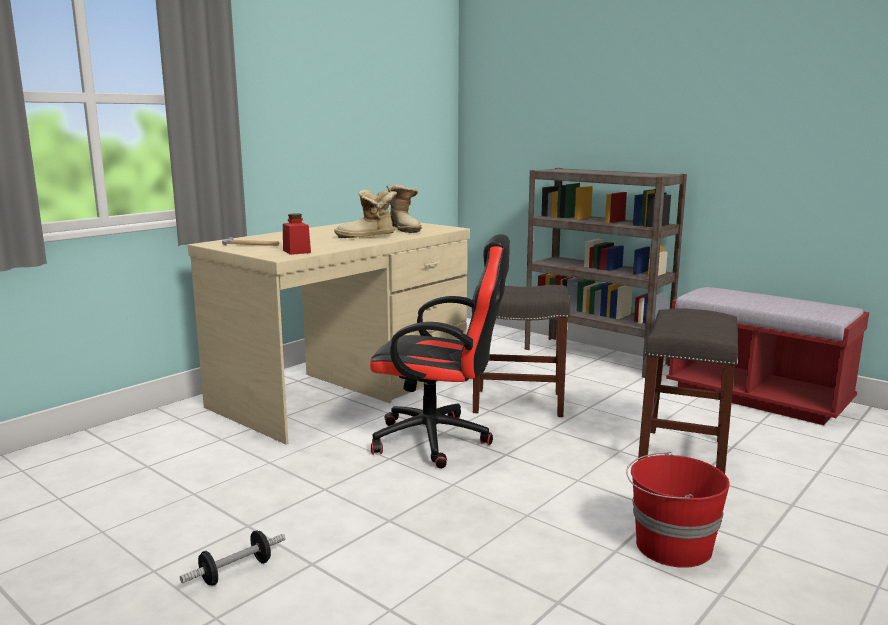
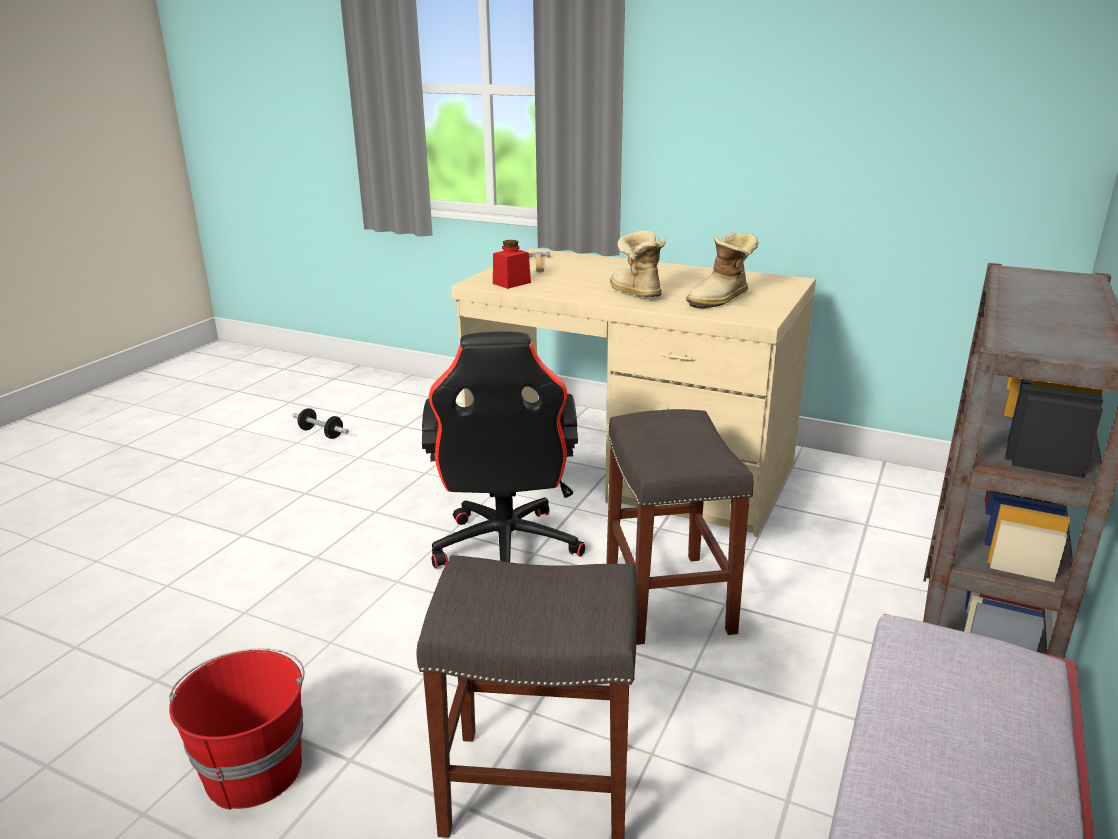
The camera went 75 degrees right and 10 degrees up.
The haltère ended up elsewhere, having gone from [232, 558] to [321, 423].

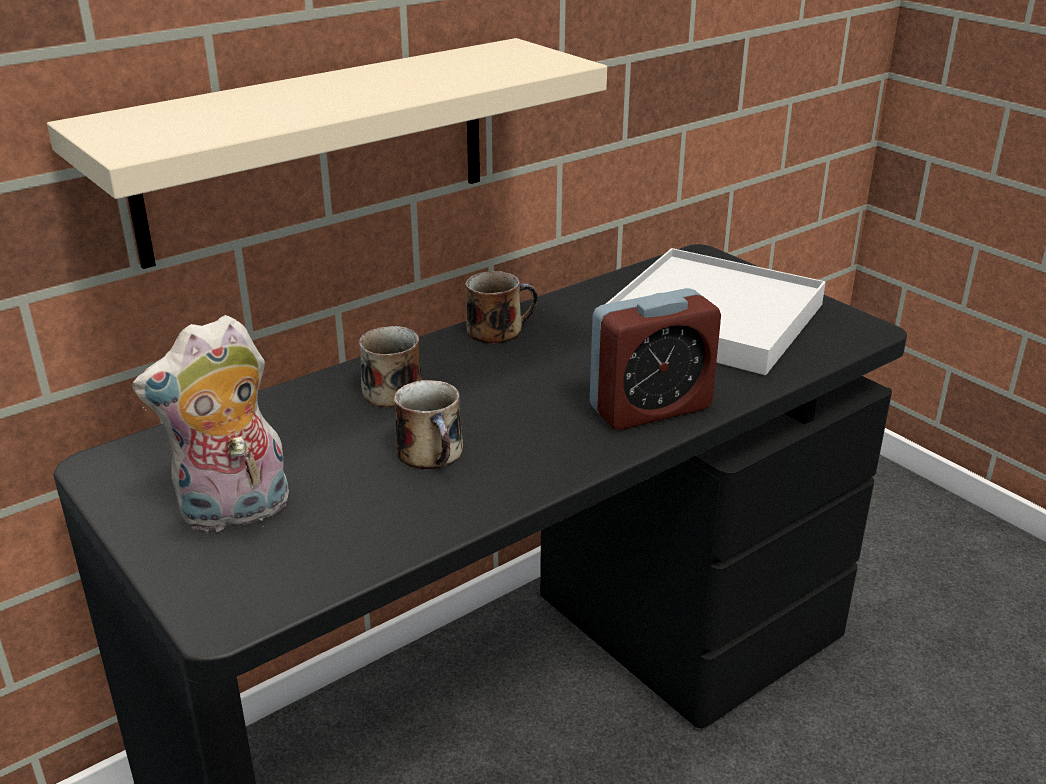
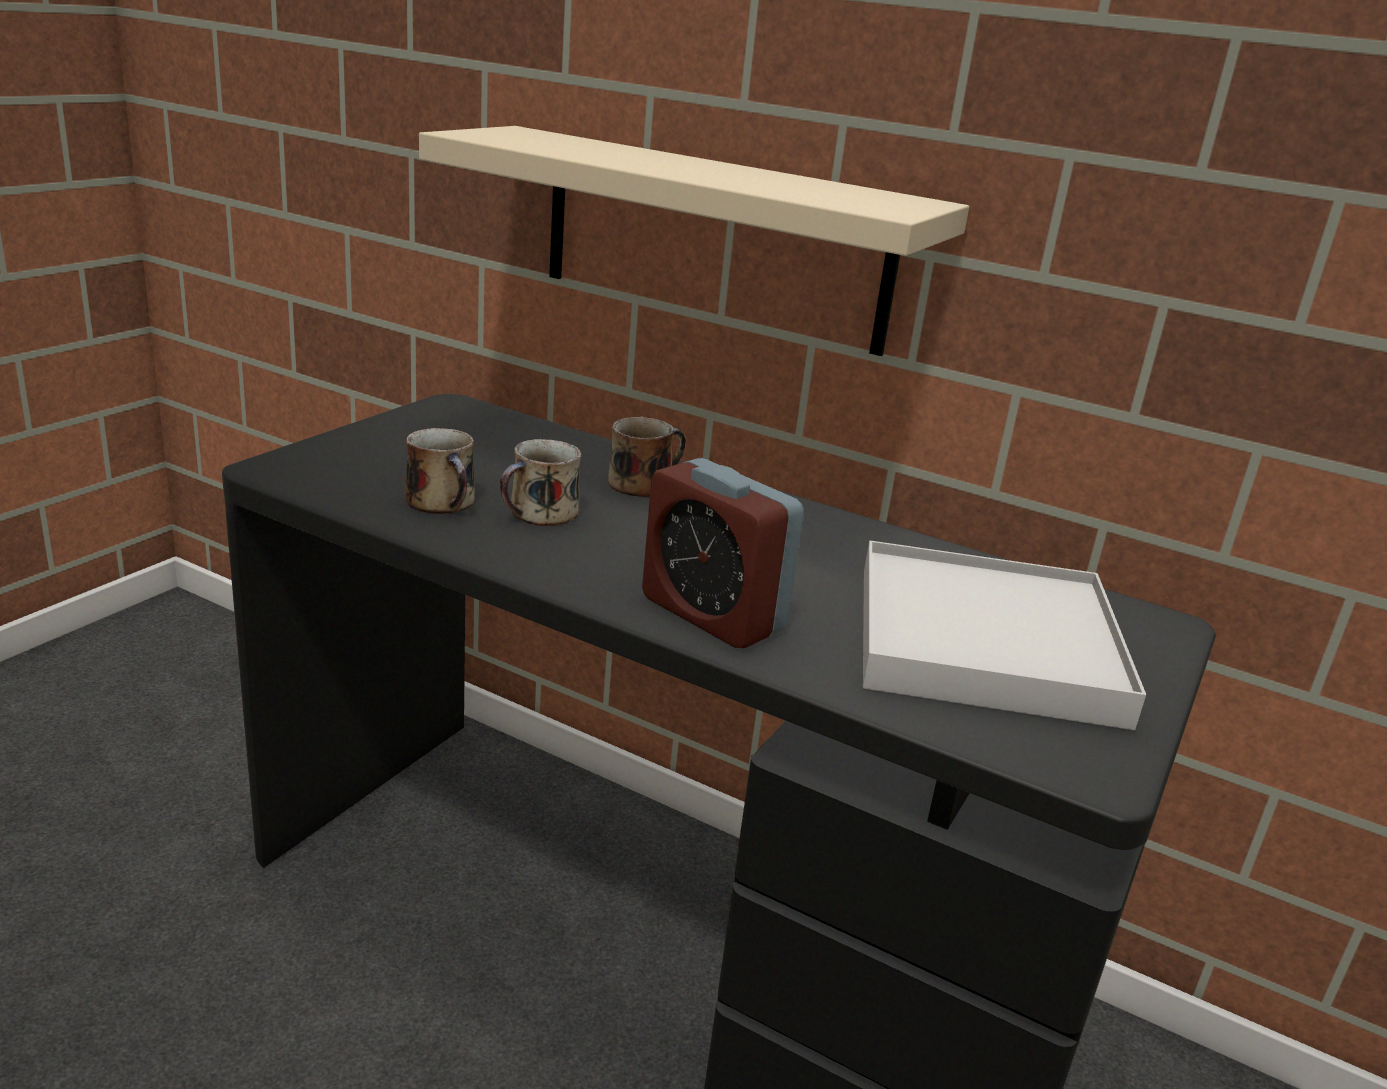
The camera went 65 degrees right and 5 degrees down.
The second view lost the peluche at [210, 424].
The mug ended up elsewhere, having gone from [502, 307] to [440, 471].

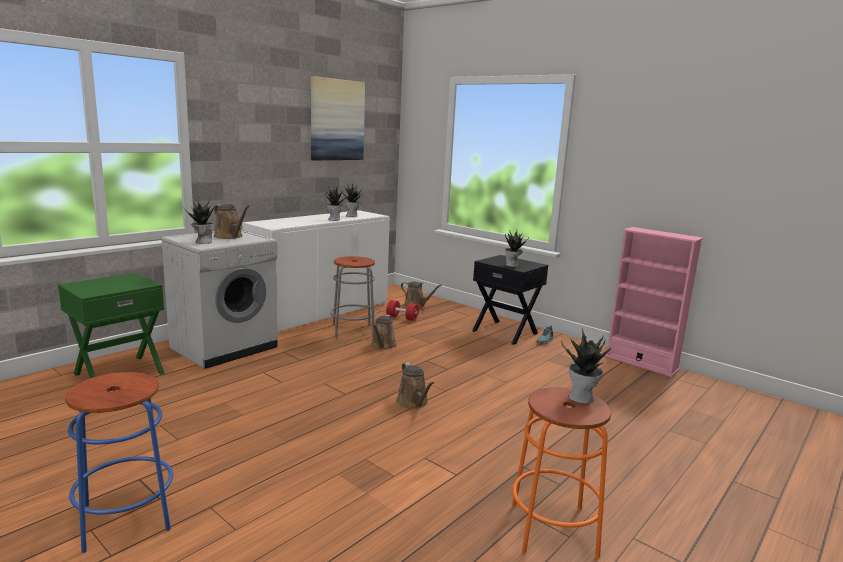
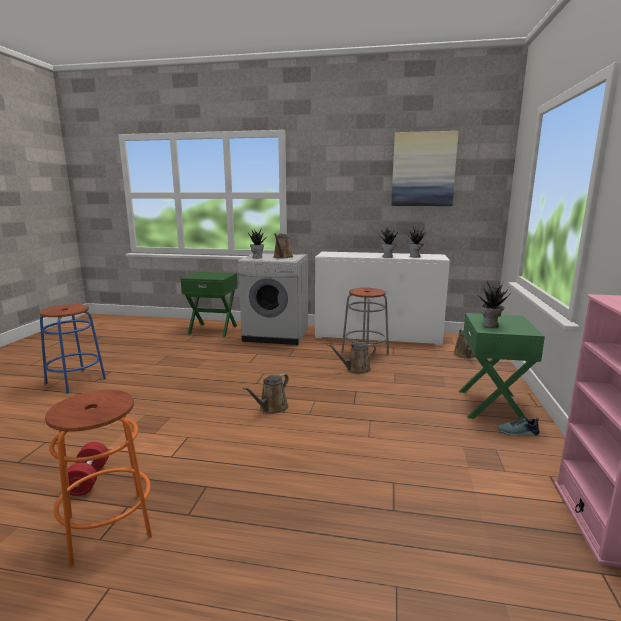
The camera went 60 degrees right and 0 degrees up.
The haltère/rouge ended up elsewhere, having gone from [402, 310] to [88, 469].
What was the table de chevet/noir at [510, 300] turned into the table de chevet/vert at [502, 366].
The second view lost the plante en pot at [586, 366].

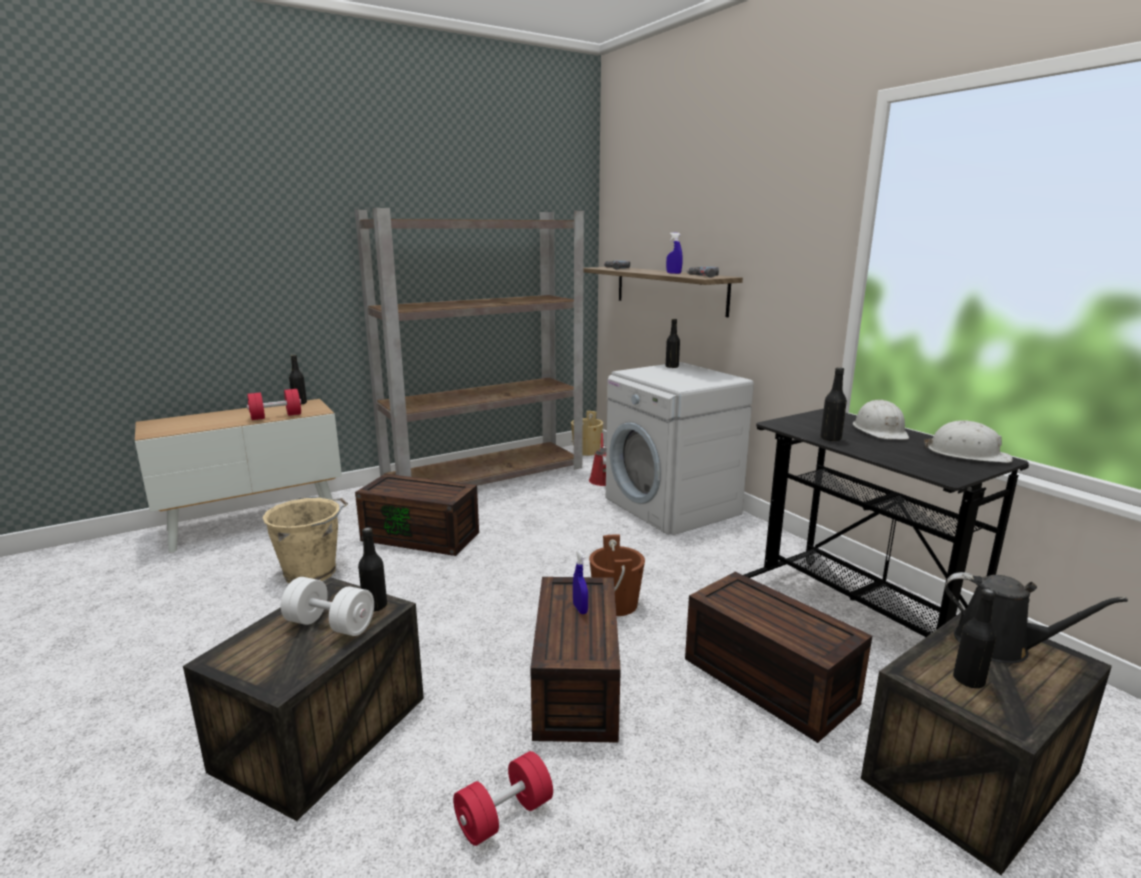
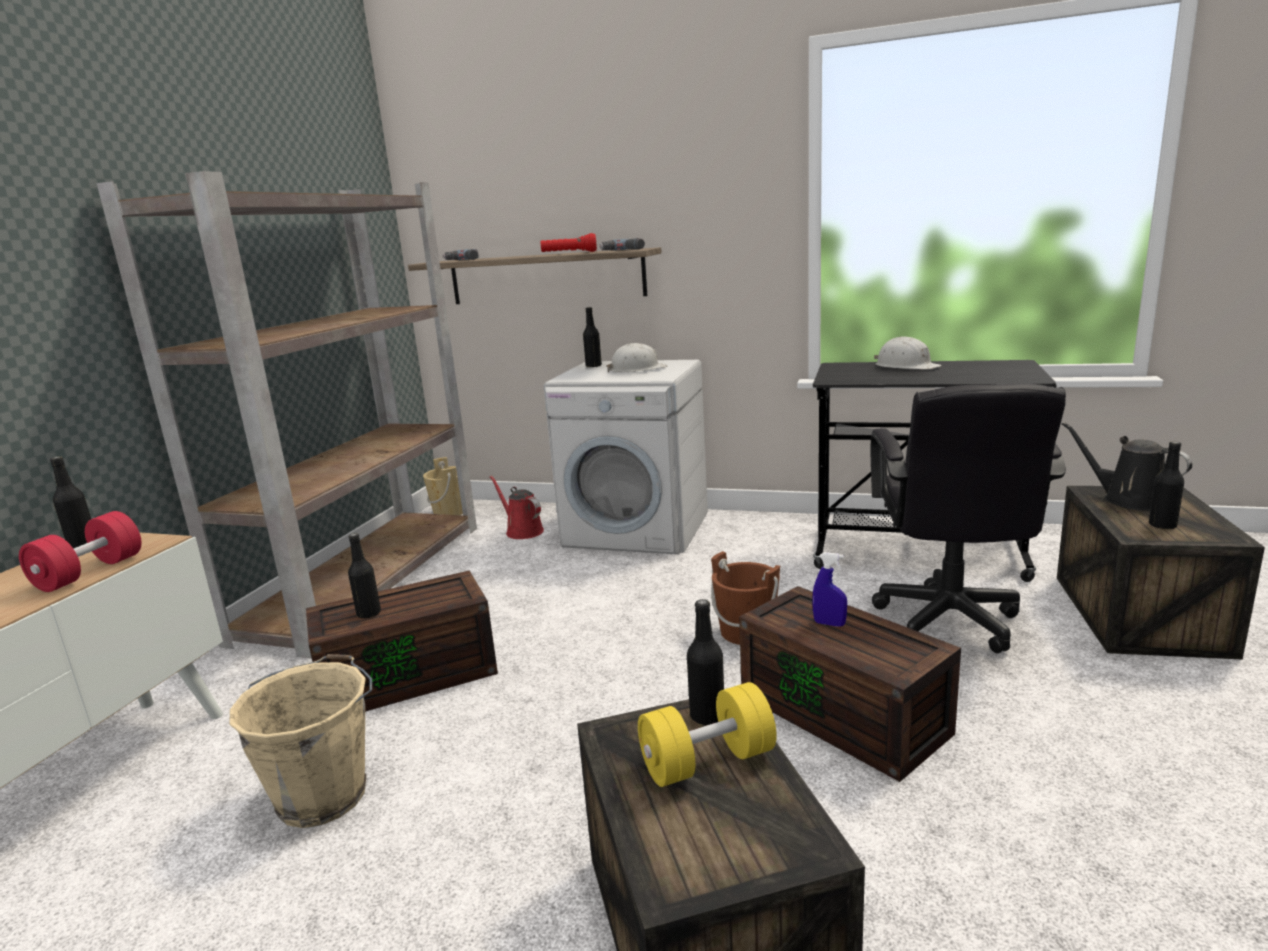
The camera went 40 degrees left and 0 degrees up.
What was the haltère/blanc at [327, 606] turned into the haltère/jaune at [707, 734].
The second view lost the haltère/rouge at [503, 798].
Where the vaporisateur/bleu stood at [674, 253], the lampe de poche/rouge came to stand at [568, 242].
Where the boîte de rangement/marron stood at [778, 657], the chaise de bureau/noir came to stand at [968, 518].
The bouteille/noir ended up elsewhere, having gone from [833, 404] to [364, 576].
The casque de chantier/blanc ended up elsewhere, having gone from [968, 441] to [636, 357].
The arrosoir/noir at [1036, 617] ended up facing another way, 120 degrees counterclockwise from before.

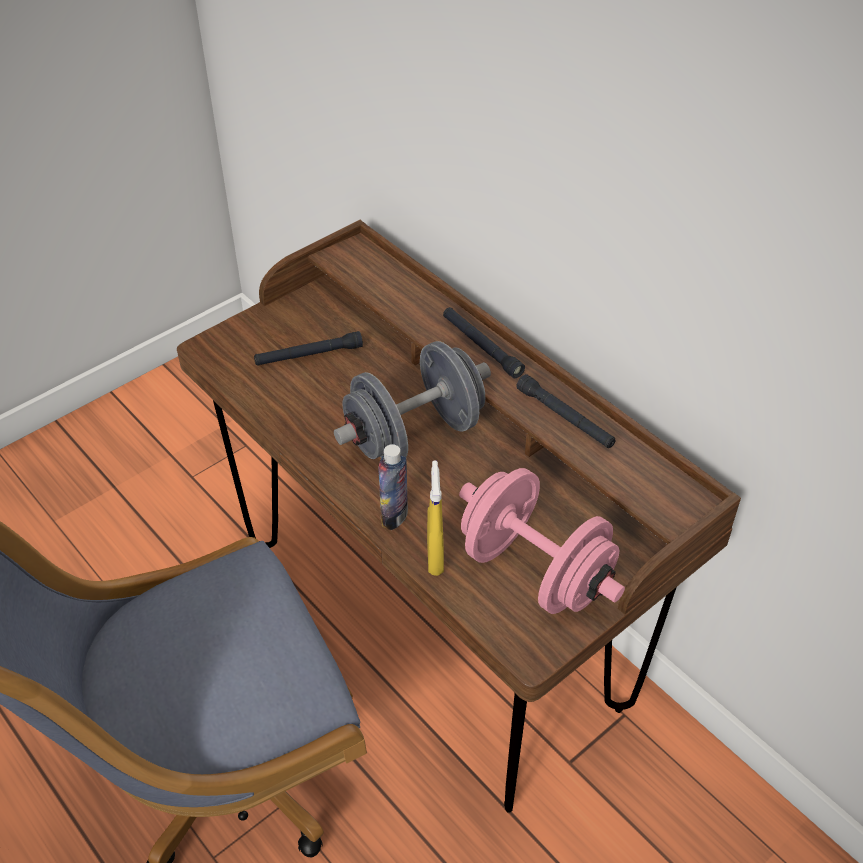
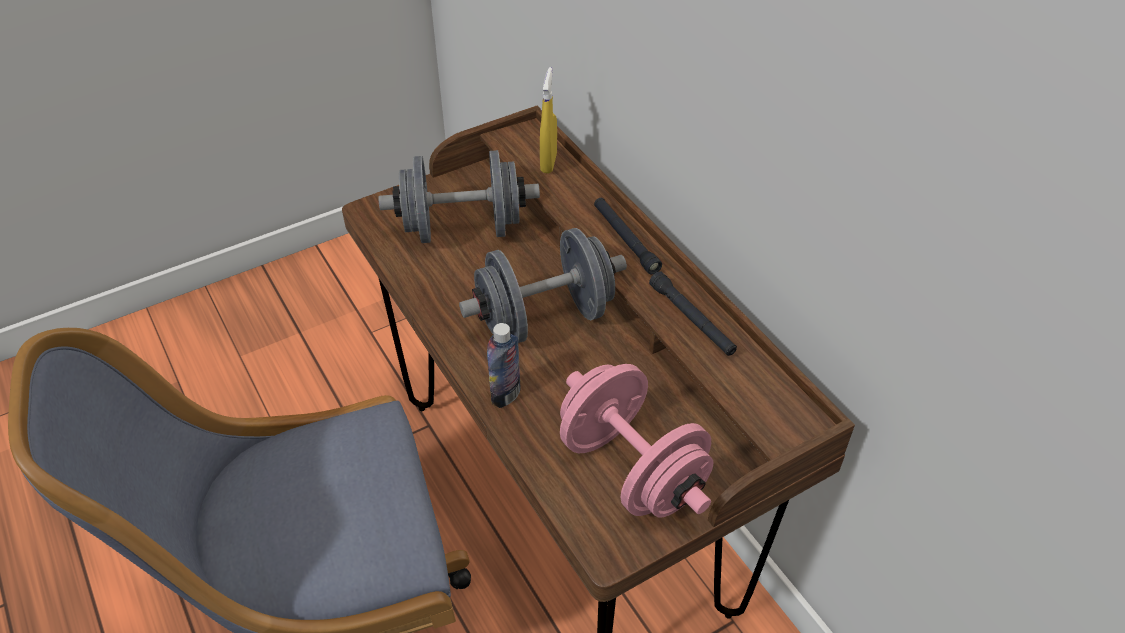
The camera went 10 degrees right and 0 degrees up.
Where the lampe de poche/noir stood at [308, 348], the haltère/gris came to stand at [459, 196].
The vaporisateur/jaune ended up elsewhere, having gone from [435, 518] to [548, 120].

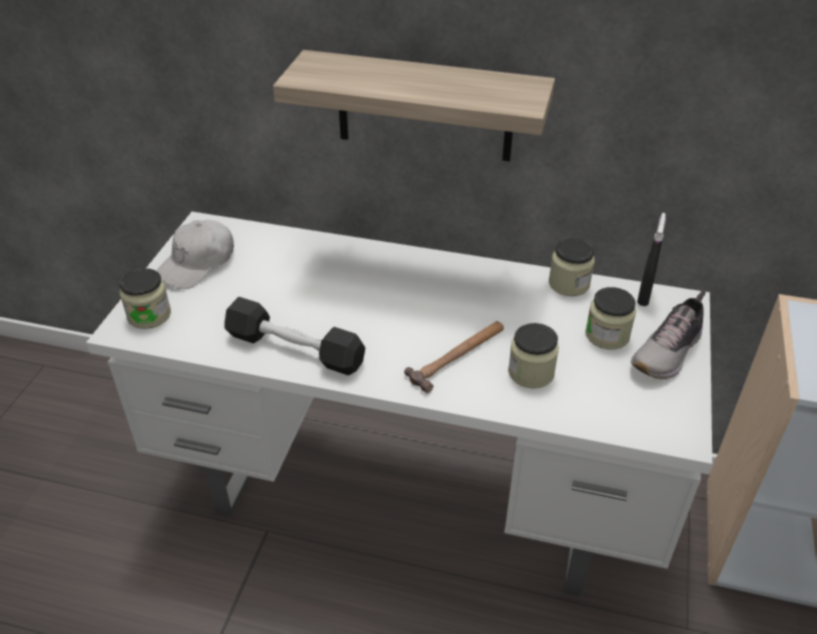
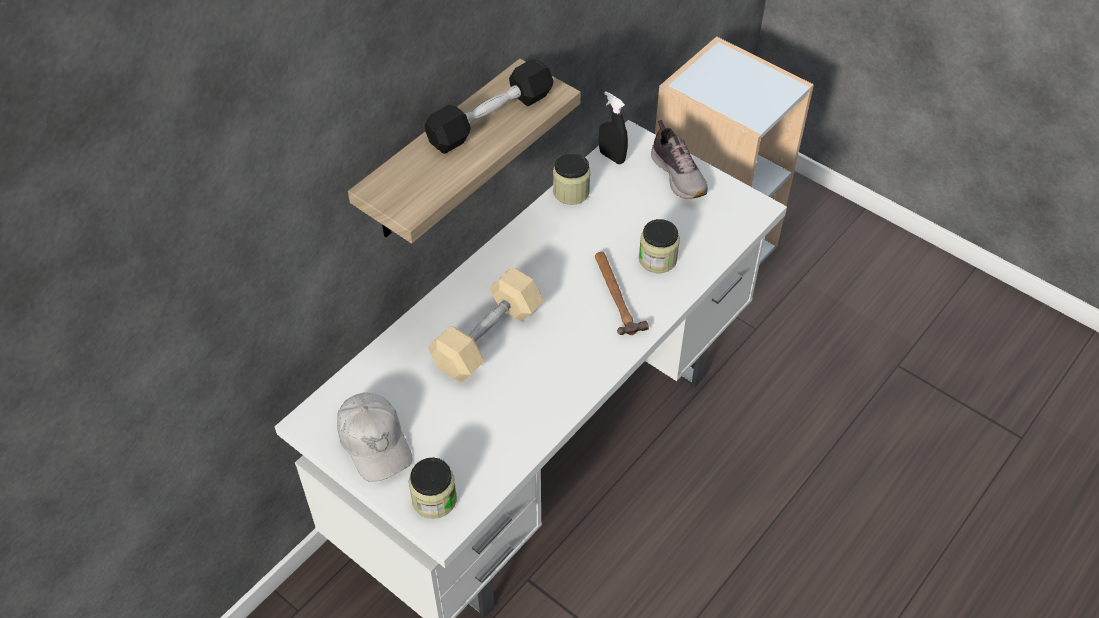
The camera went 65 degrees left and 10 degrees up.
The haltère/noir ended up elsewhere, having gone from [294, 336] to [489, 106].
The second view lost the bocal at [610, 318].
The second view gained the haltère/beige at [486, 324].

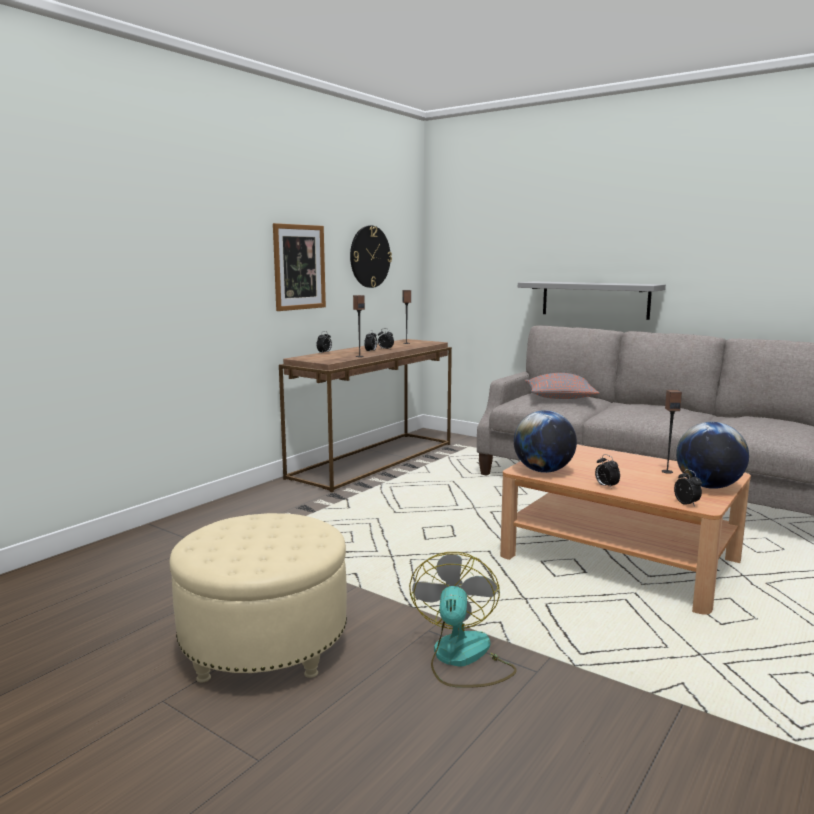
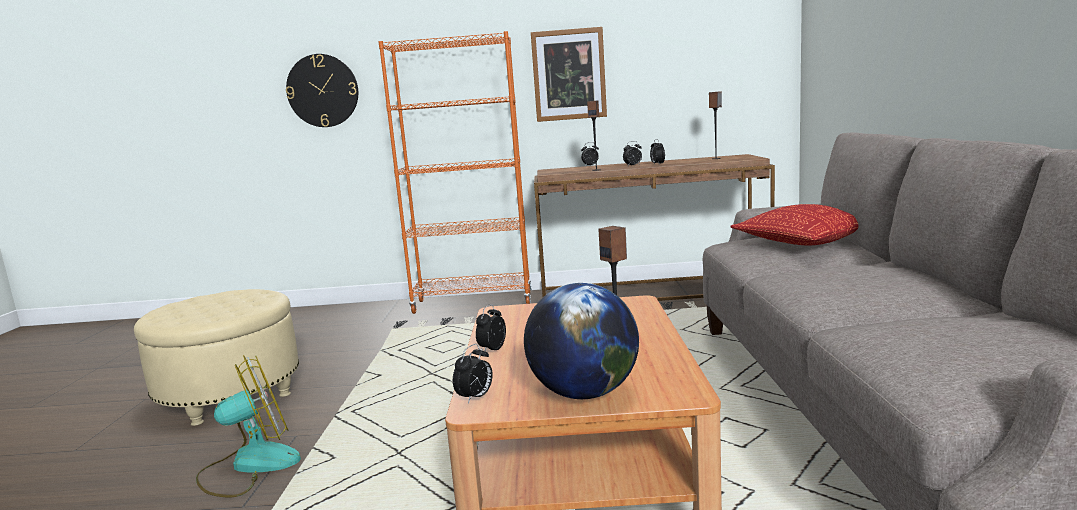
The camera went 55 degrees right and 0 degrees up.
The horloge murale ended up elsewhere, having gone from [371, 257] to [322, 90].
The second view lost the globe at [545, 441].
The second view lost the étagère/gris at [592, 301].
What was the coussin/gris at [562, 386] turned into the coussin/rouge at [794, 224].
The second view gained the bibliothèque/orange at [454, 172].

